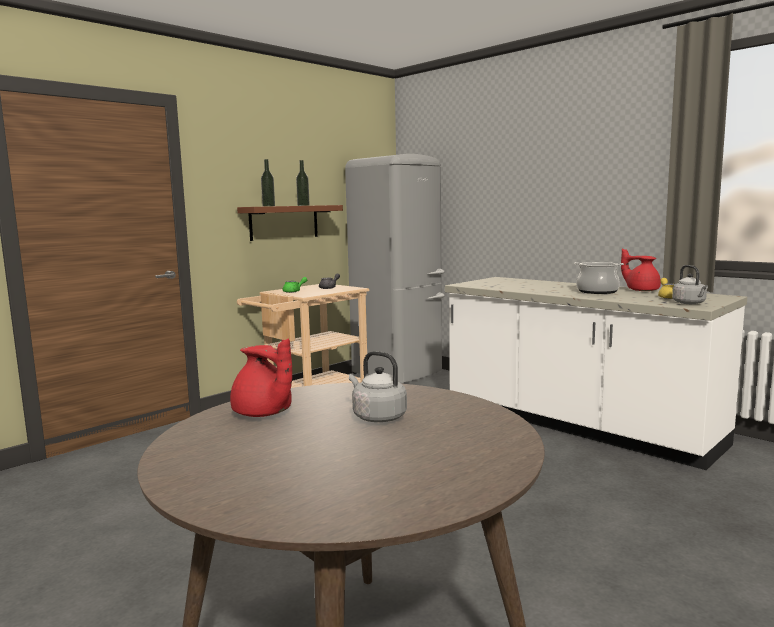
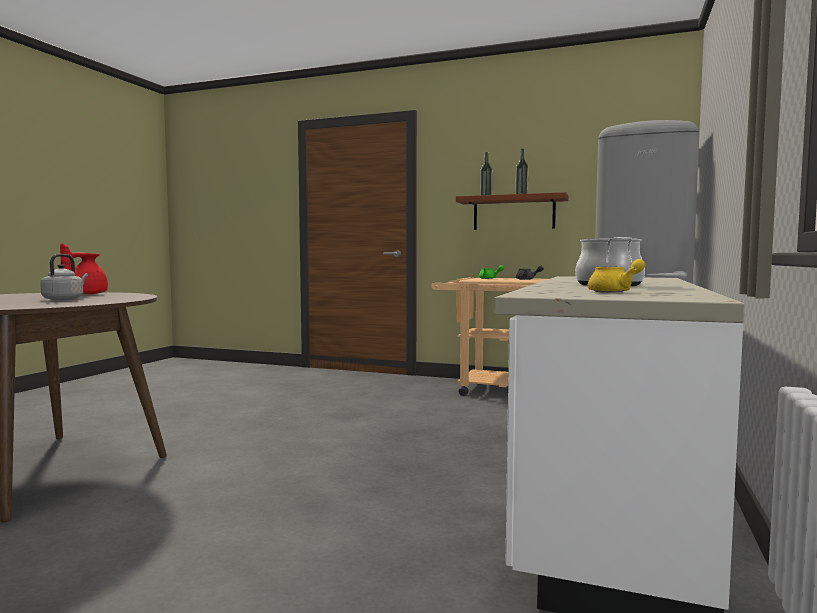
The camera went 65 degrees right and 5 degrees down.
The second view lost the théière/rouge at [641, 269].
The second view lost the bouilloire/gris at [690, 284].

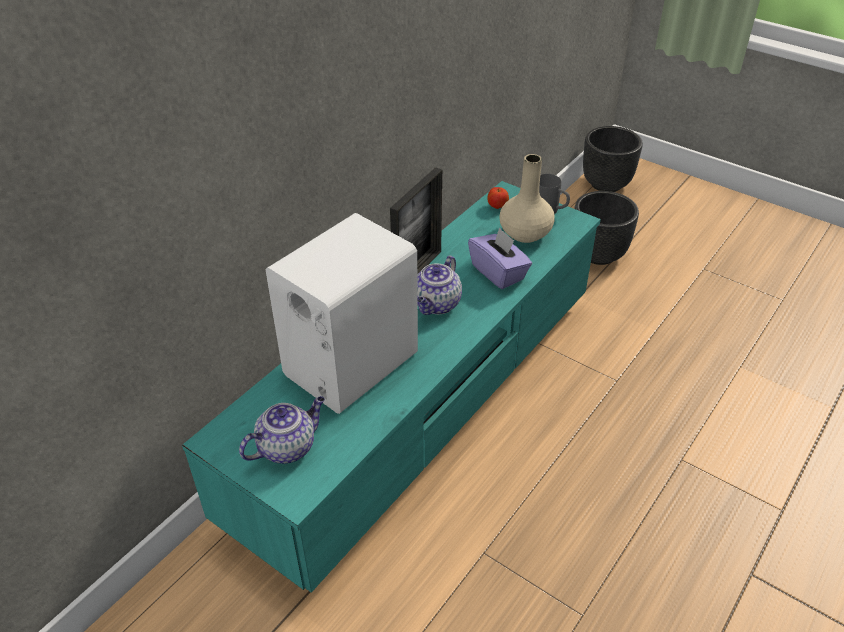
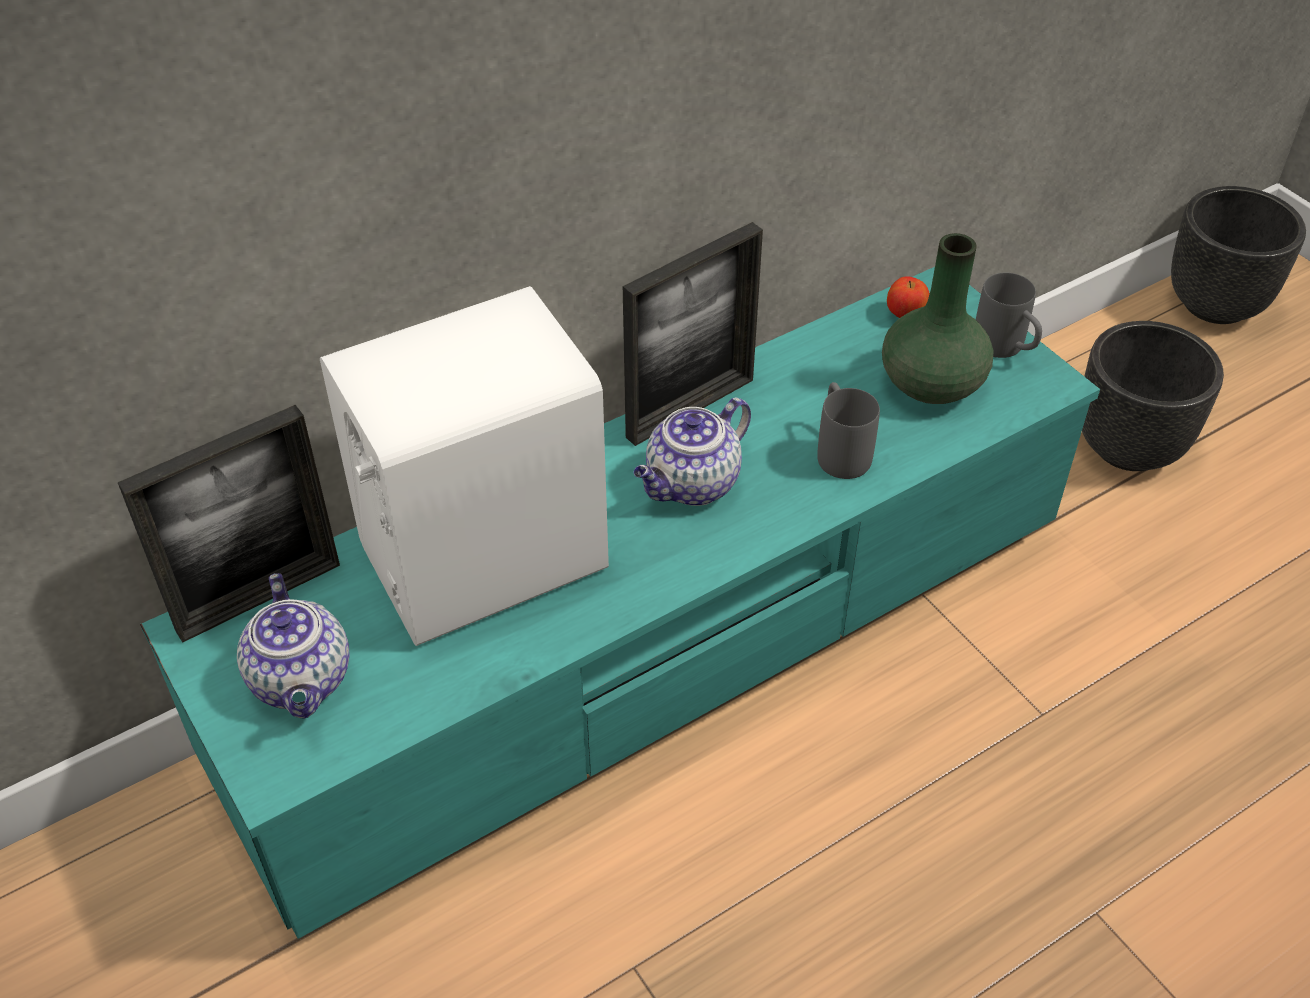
The camera went 20 degrees right and 5 degrees up.
The théière at [282, 430] ended up facing another way, 90 degrees clockwise from before.
Where the boîte à mouchoirs/violet stood at [500, 258], the mug/gris came to stand at [848, 430].
What was the vase/beige at [527, 198] turned into the vase/vert at [938, 318].
The second view gained the cadre photo at [228, 524].

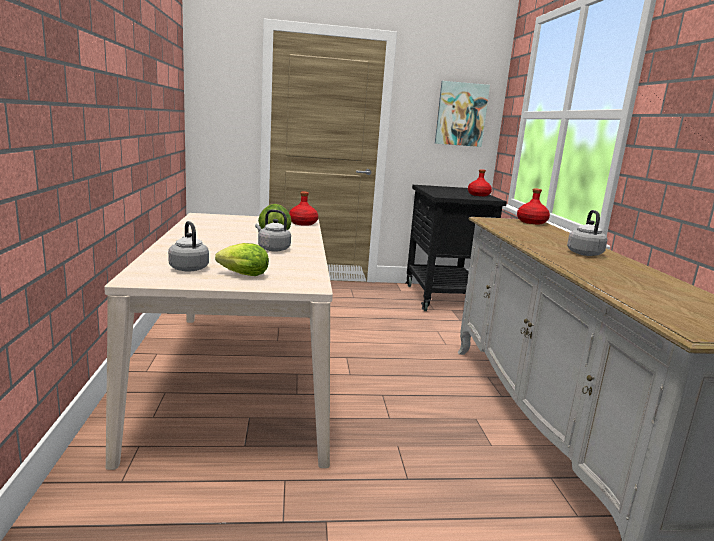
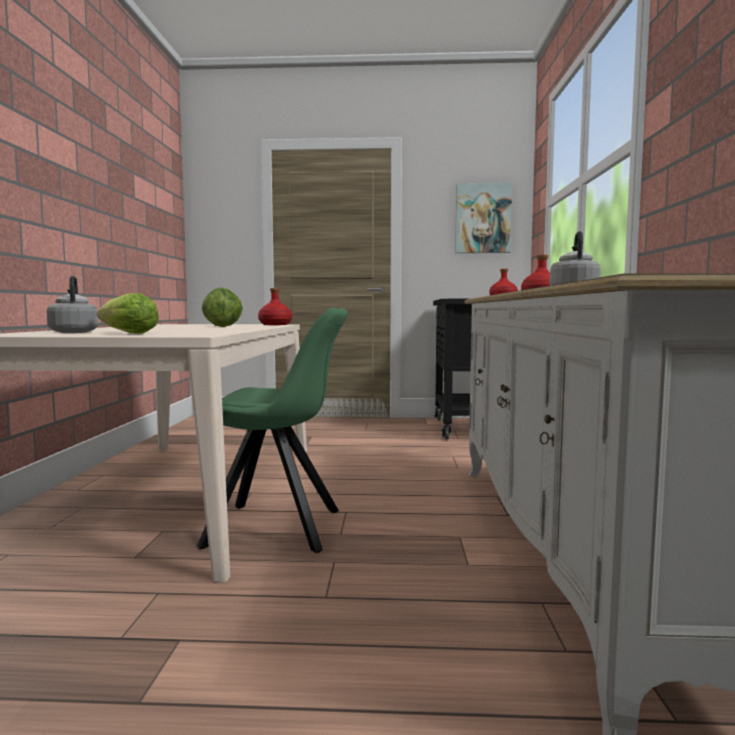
The camera went 10 degrees right and 10 degrees down.
The second view lost the bouilloire/gris at [273, 230].
The second view gained the chaise/vert at [272, 430].

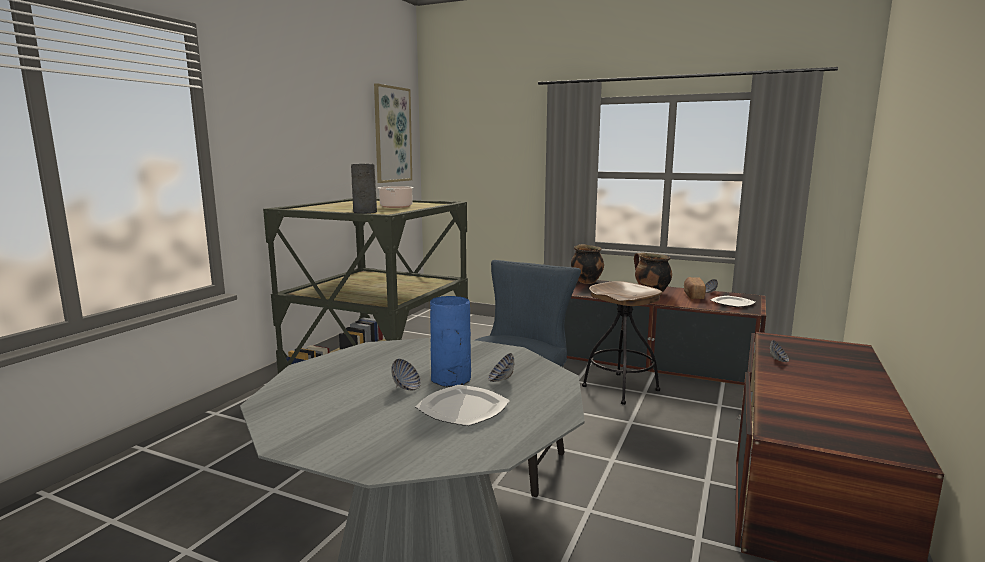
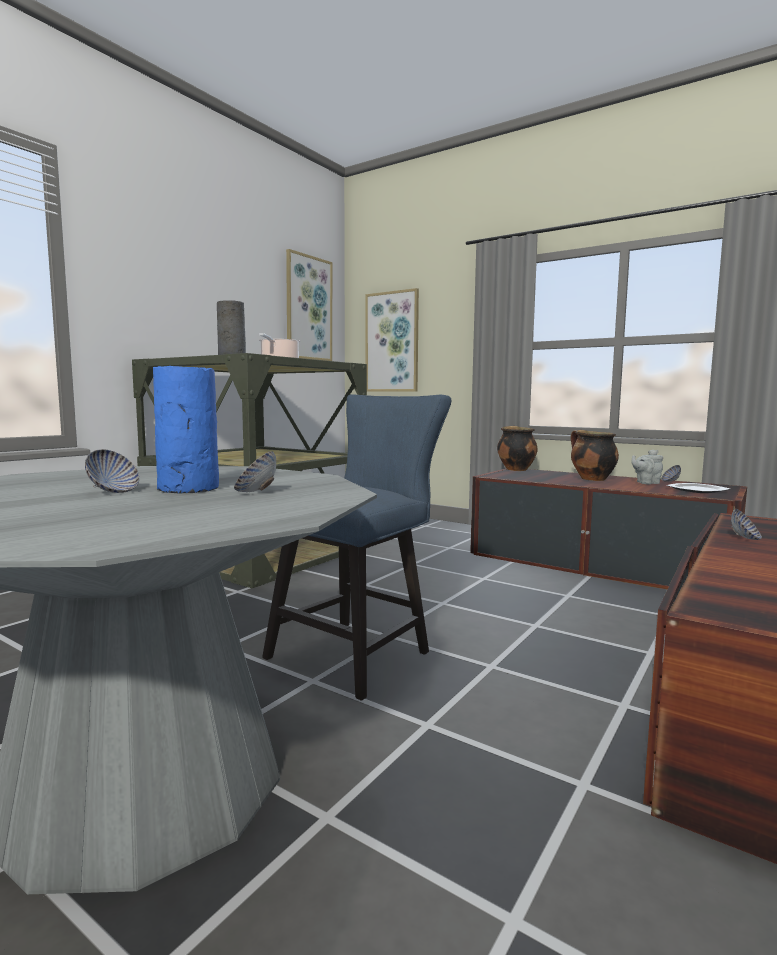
The camera went 10 degrees right and 5 degrees down.
The second view lost the assiette at [462, 405].
The second view lost the tabouret/marron at [622, 343].
Where the pain stood at [695, 288], the théière/gris came to stand at [647, 466].
The second view gained the tableau at [392, 340].

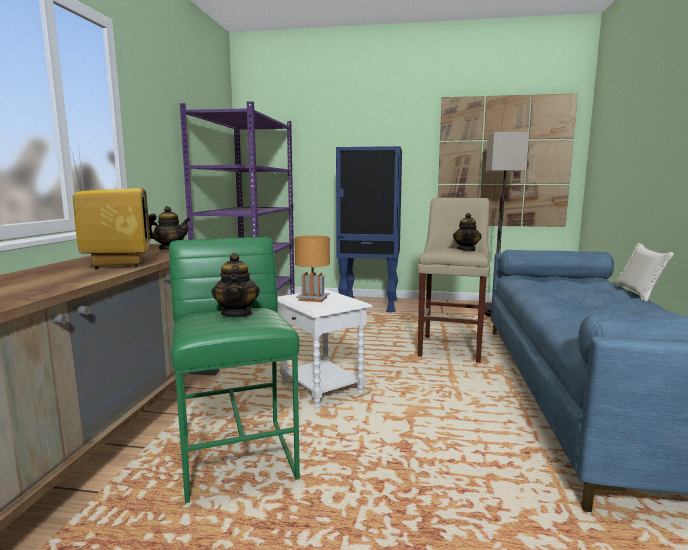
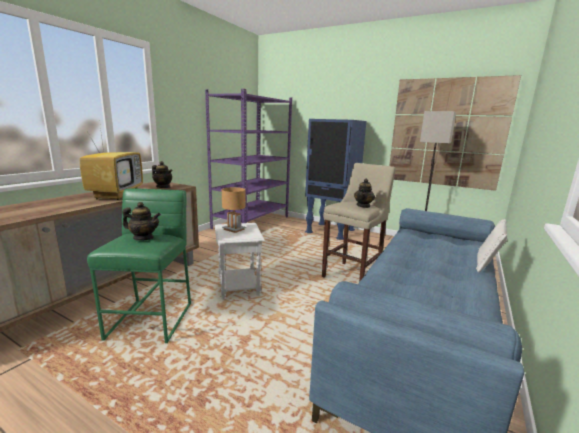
The camera went 20 degrees right and 5 degrees up.
The théière at [235, 285] ended up facing another way, 90 degrees counterclockwise from before.

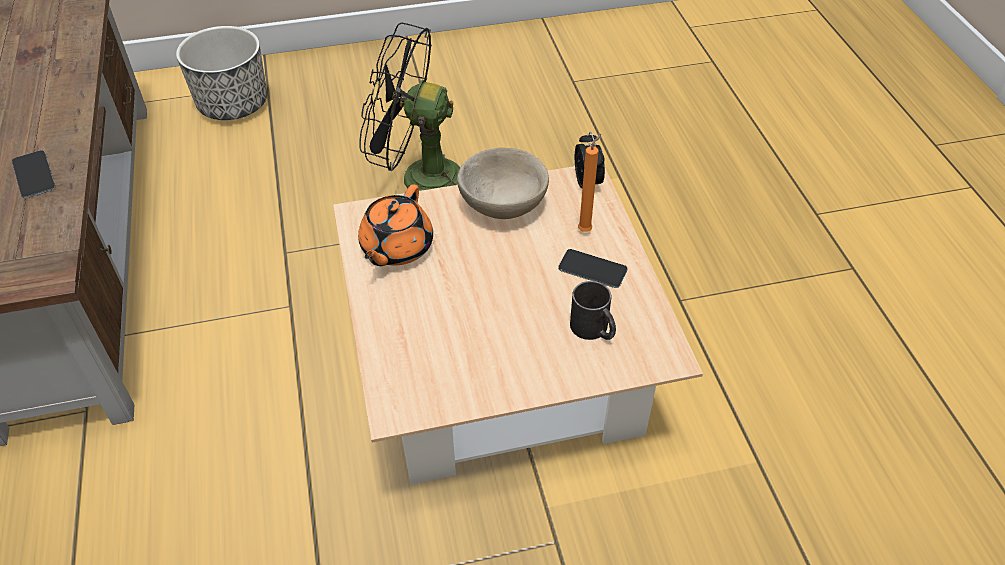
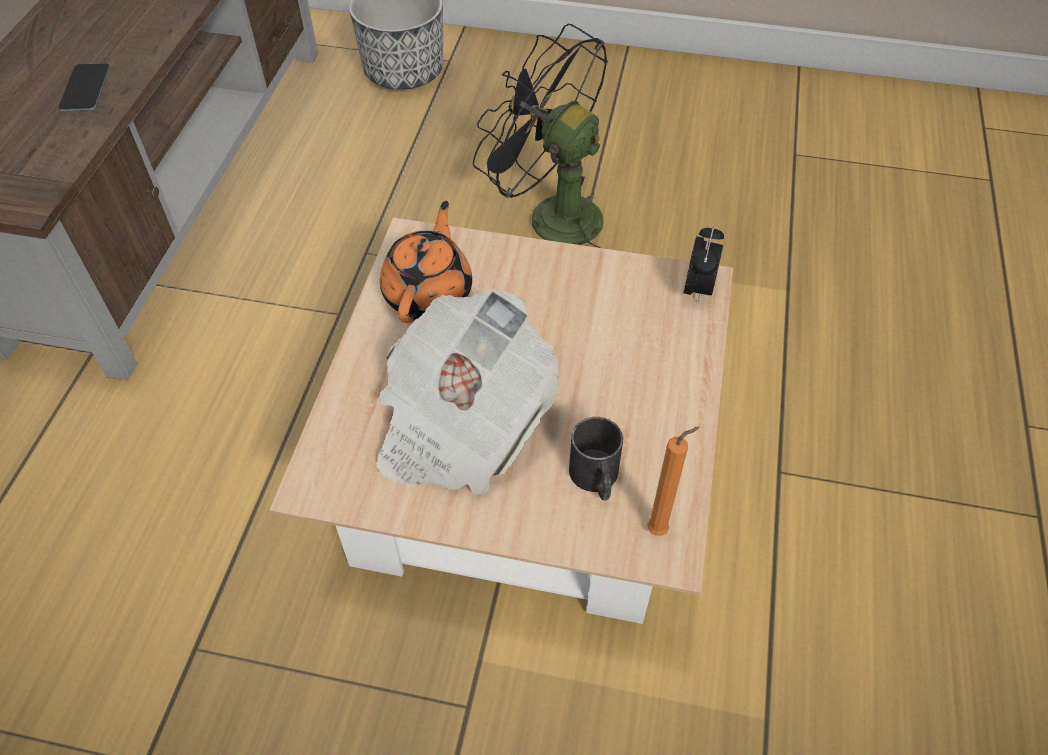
The camera went 25 degrees right and 5 degrees up.
The théière/orange at [395, 225] ended up facing another way, 150 degrees clockwise from before.
The second view lost the bol/beige at [503, 183].
The second view lost the téléphone at [592, 268].
The bougie/orange ended up elsewhere, having gone from [590, 183] to [673, 481].
The second view gained the journal at [467, 392].

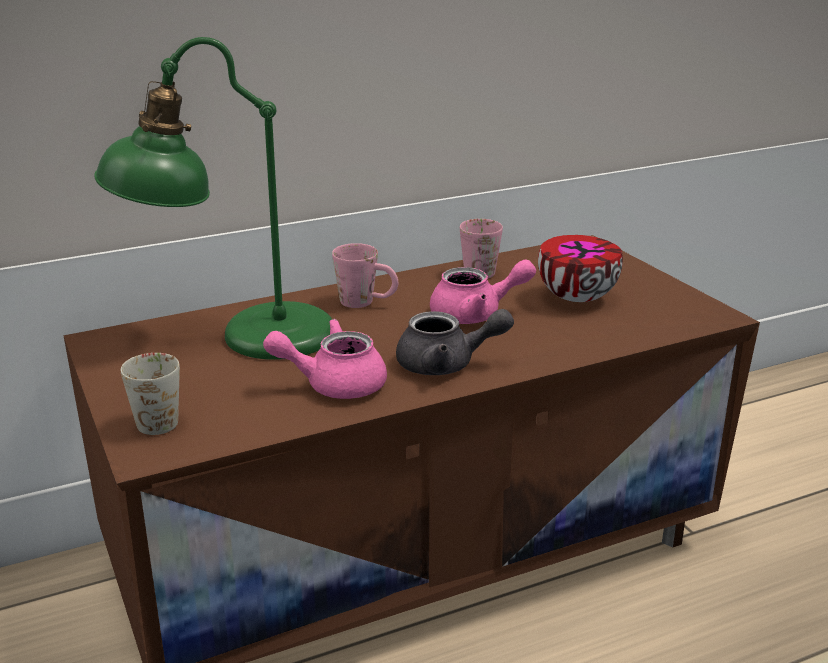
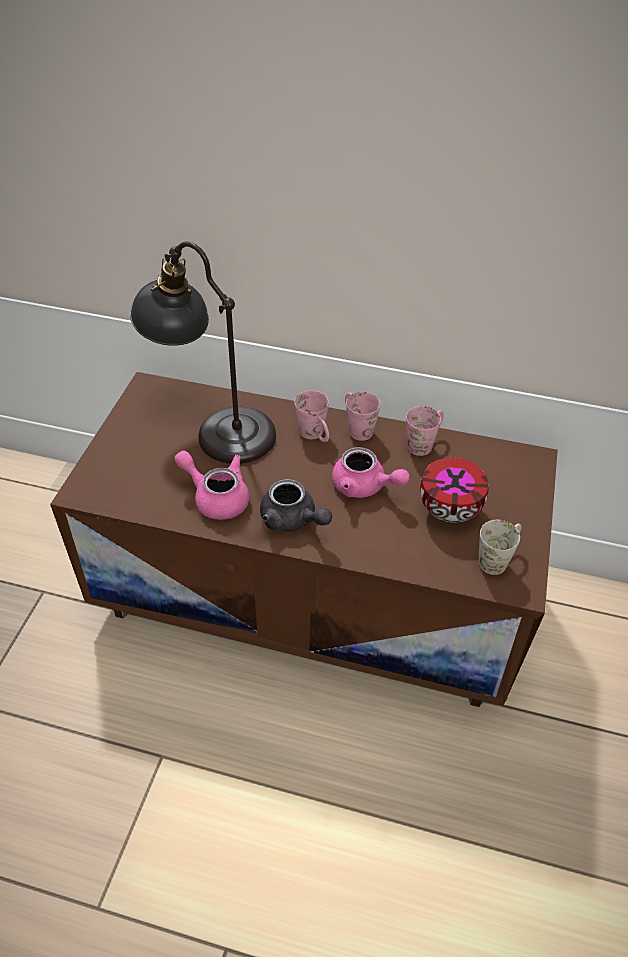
The camera went 40 degrees right and 20 degrees up.
What was the lampe de table/vert at [213, 198] turned into the lampe de table/gris at [203, 352].
The mug/blanc ended up elsewhere, having gone from [150, 394] to [500, 547].
The second view gained the mug/rose at [362, 416].

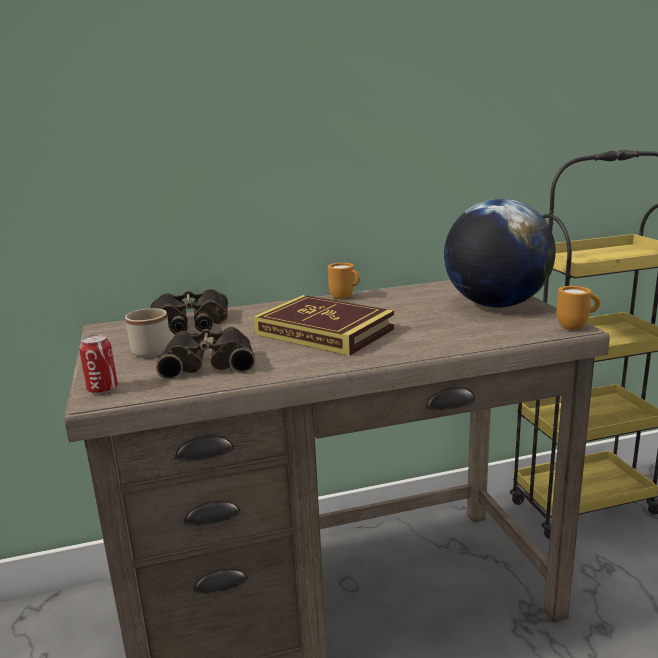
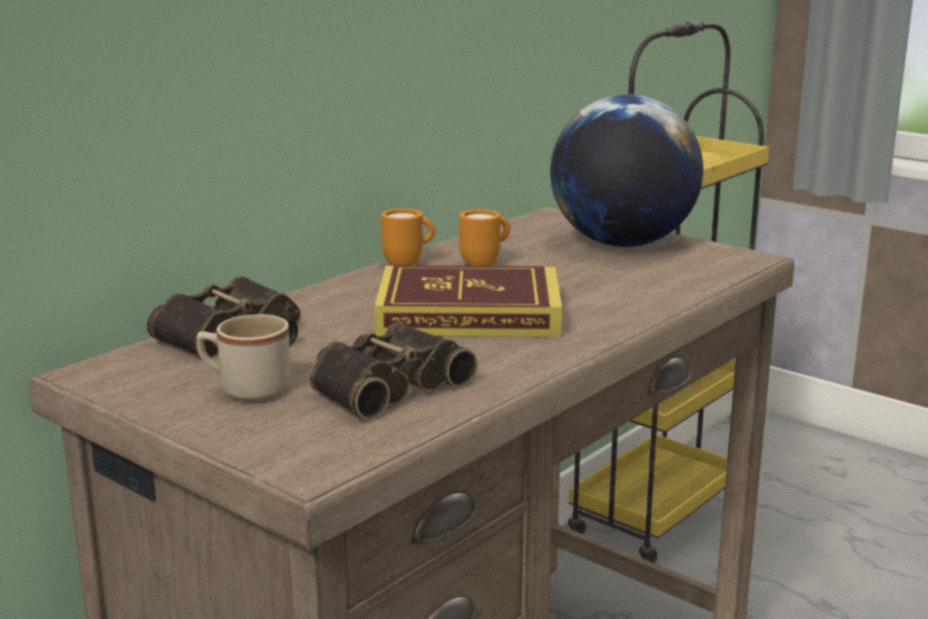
The camera went 35 degrees left and 0 degrees up.
The second view lost the boîte métallique at [98, 364].
The mug/orange ended up elsewhere, having gone from [578, 308] to [484, 237].

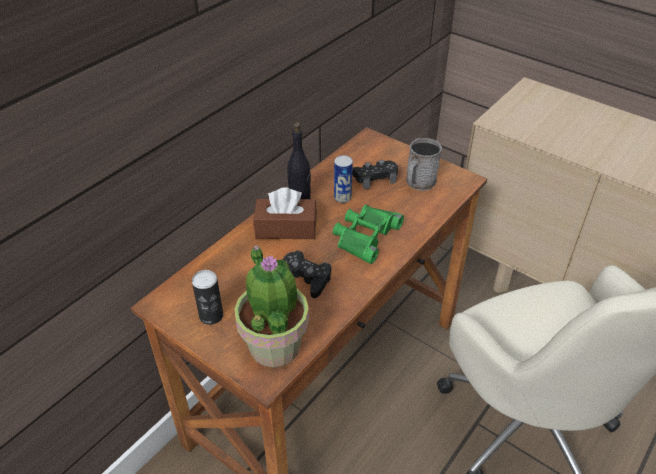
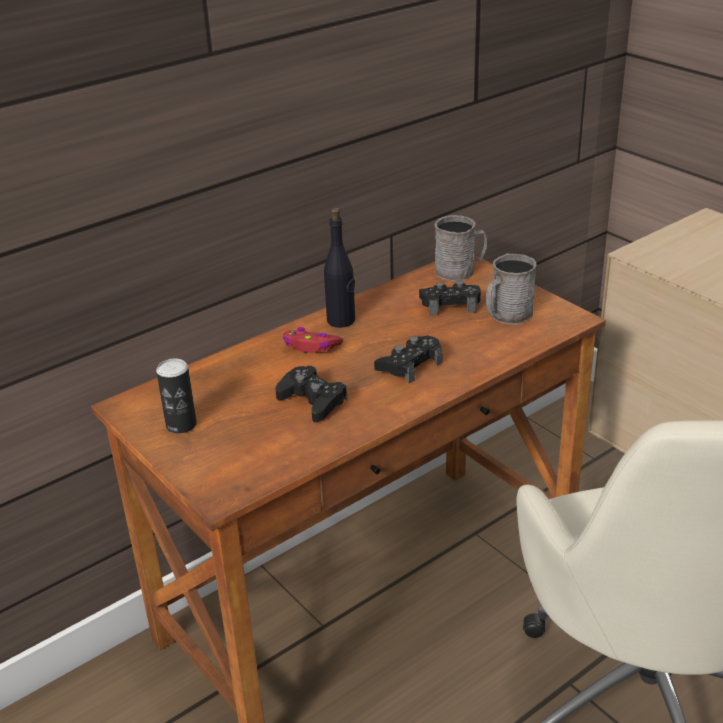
The camera went 15 degrees right and 10 degrees down.
The second view lost the plante en pot at [271, 306].
Where the boîte à mouchoirs/marron stood at [285, 213], the manette/rouge came to stand at [313, 340].
Where the jumelles/vert stood at [368, 234], the manette/noir came to stand at [408, 359].
The second view lost the boîte métallique at [343, 179].
The second view gained the mug/gris at [461, 248].

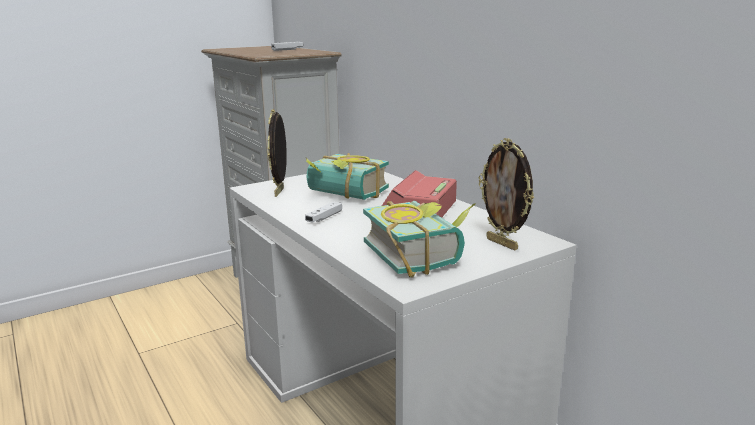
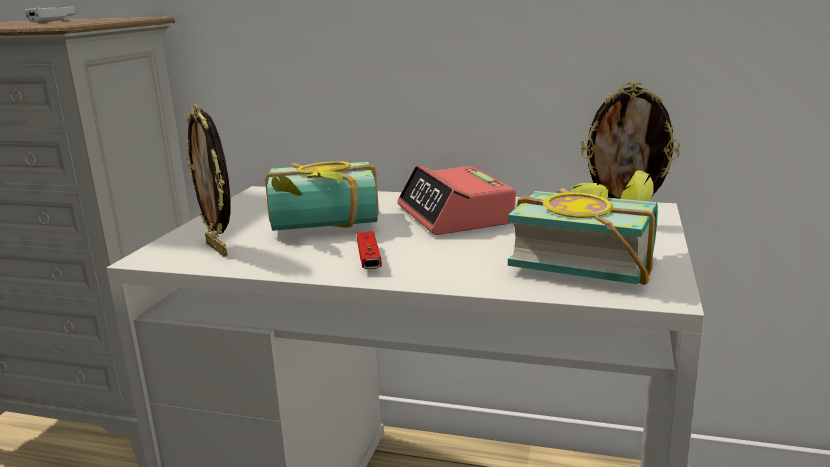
The camera went 40 degrees left and 0 degrees up.
What was the manette/blanc at [323, 212] turned into the manette/rouge at [369, 250].

